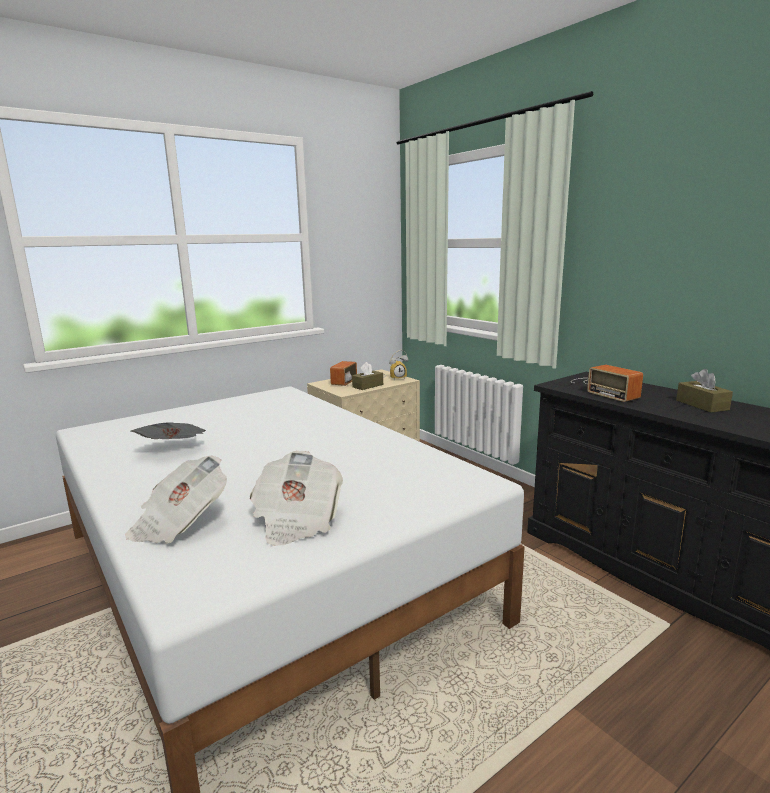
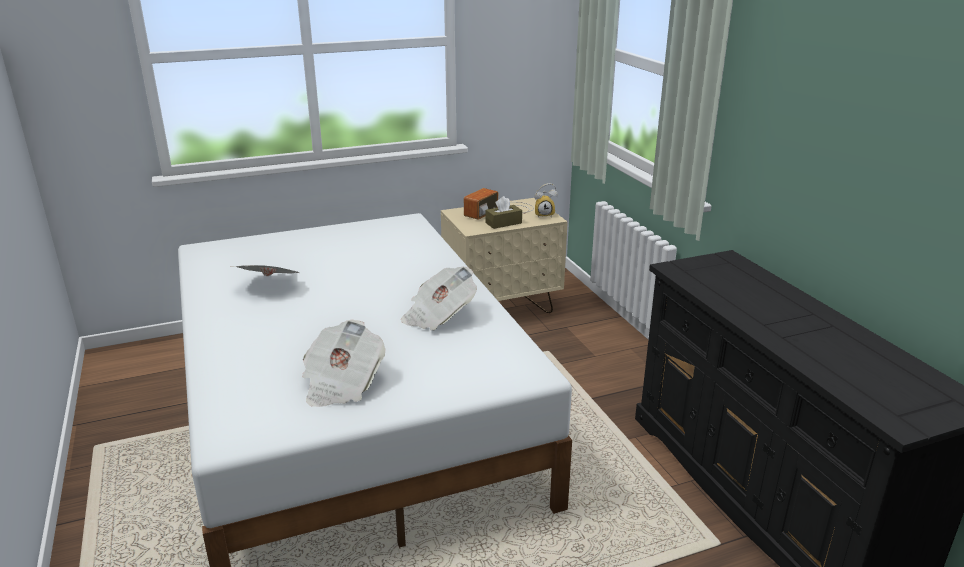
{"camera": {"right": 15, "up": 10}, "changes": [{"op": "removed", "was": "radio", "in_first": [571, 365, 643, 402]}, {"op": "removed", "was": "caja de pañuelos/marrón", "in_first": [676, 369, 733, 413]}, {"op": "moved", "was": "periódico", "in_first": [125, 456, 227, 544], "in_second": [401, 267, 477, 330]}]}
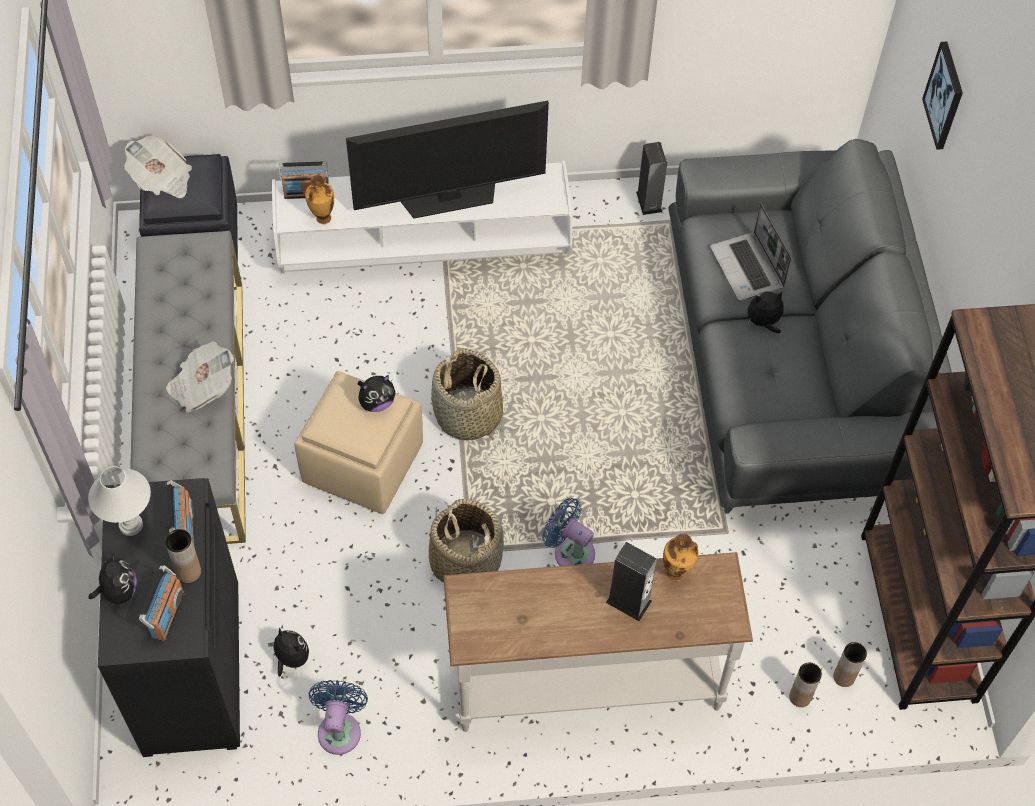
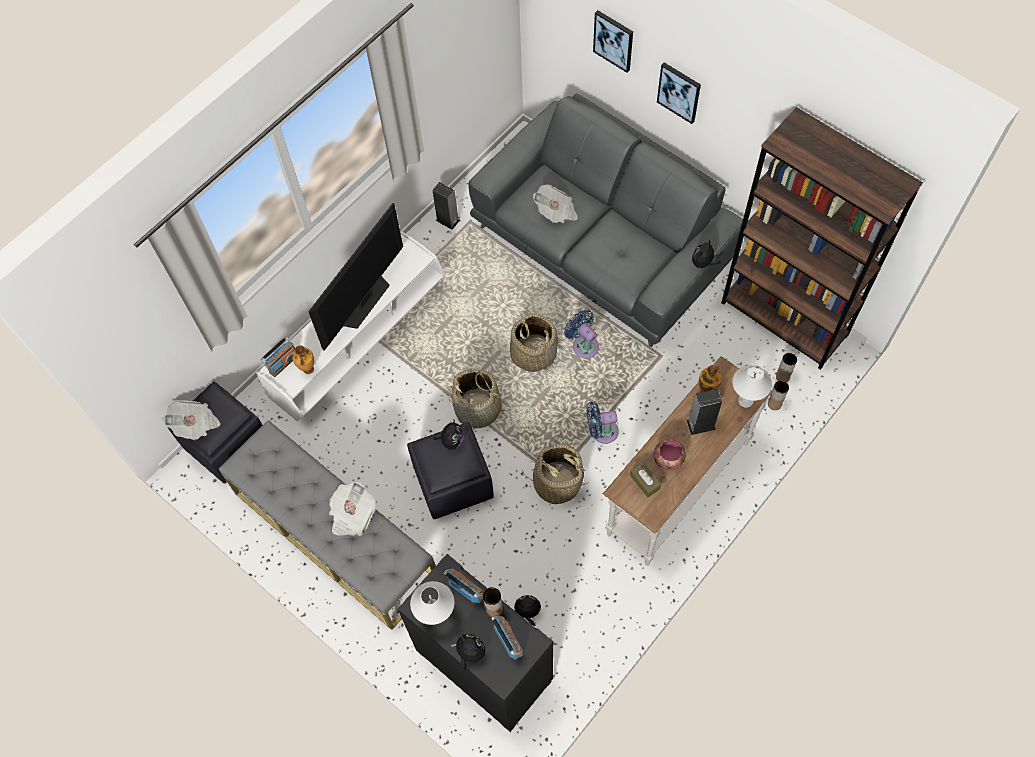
{"camera": {"right": -40, "up": 5}, "changes": [{"op": "added", "now": "cesta", "in_second": [510, 313, 558, 372]}, {"op": "added", "now": "caja de pañuelos/marrón", "in_second": [630, 462, 661, 497]}, {"op": "added", "now": "cuenco", "in_second": [654, 439, 686, 470]}, {"op": "added", "now": "cuadro", "in_second": [657, 62, 701, 124]}, {"op": "added", "now": "lámpara de mesa/blanco", "in_second": [732, 365, 772, 408]}, {"op": "moved", "was": "ventilador/azul", "in_first": [309, 680, 368, 755], "in_second": [564, 310, 599, 358]}, {"op": "moved", "was": "peluche", "in_first": [747, 291, 783, 333], "in_second": [692, 239, 721, 272]}, {"op": "replaced", "was": "portátil", "now": "periódico", "in_first": [710, 204, 792, 301], "in_second": [533, 185, 578, 223]}, {"op": "recoloured", "was": "puf/beis", "now": "puf/negro", "in_first": [294, 371, 423, 514], "in_second": [407, 422, 494, 519]}]}
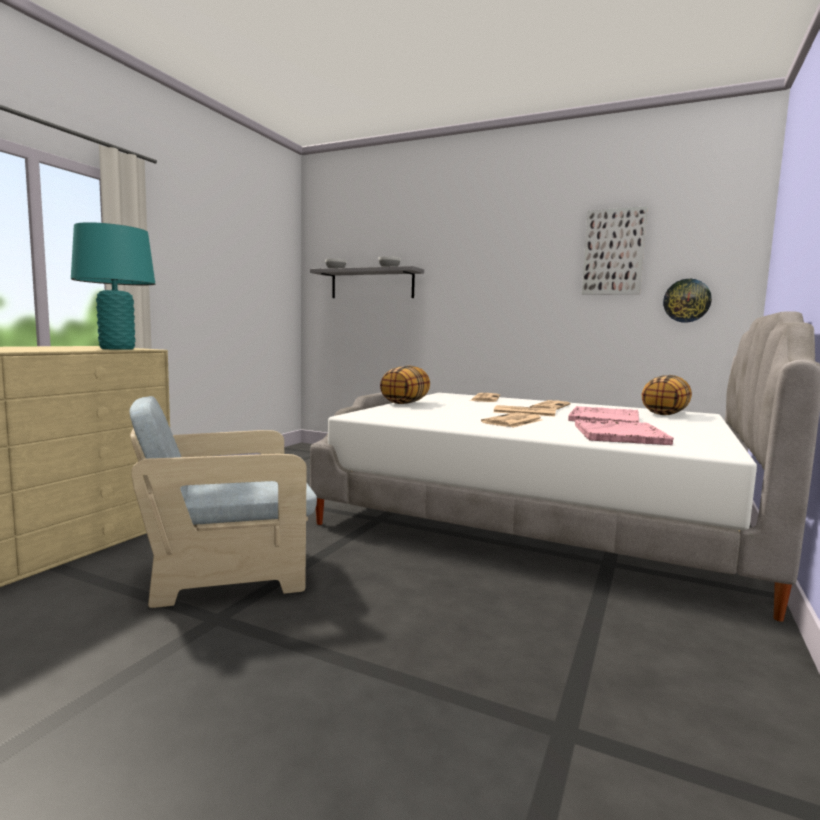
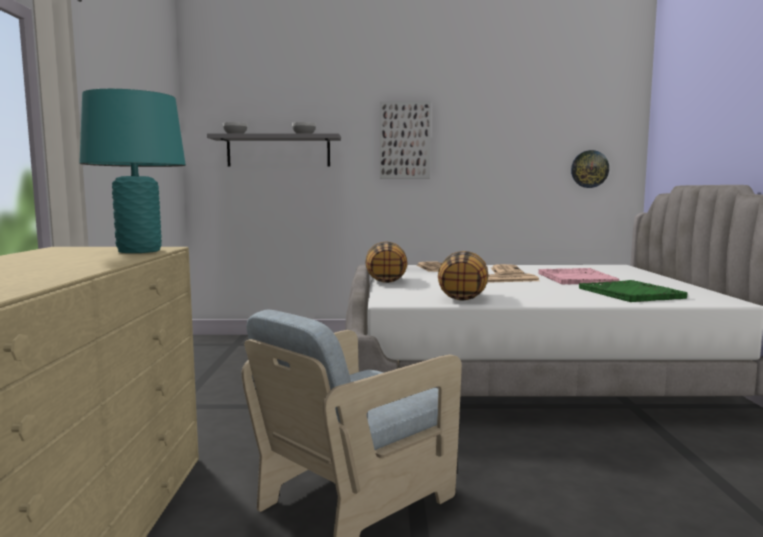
{"camera": {"right": -25, "up": 0}, "changes": [{"op": "removed", "was": "periódico", "in_first": [481, 412, 542, 427]}, {"op": "moved", "was": "cuadro", "in_first": [582, 206, 648, 295], "in_second": [380, 102, 431, 179]}, {"op": "moved", "was": "cojín", "in_first": [641, 375, 692, 415], "in_second": [438, 251, 489, 301]}, {"op": "recoloured", "was": "bandeja/rosa", "now": "bandeja/verde", "in_first": [575, 420, 674, 445], "in_second": [579, 280, 688, 302]}]}
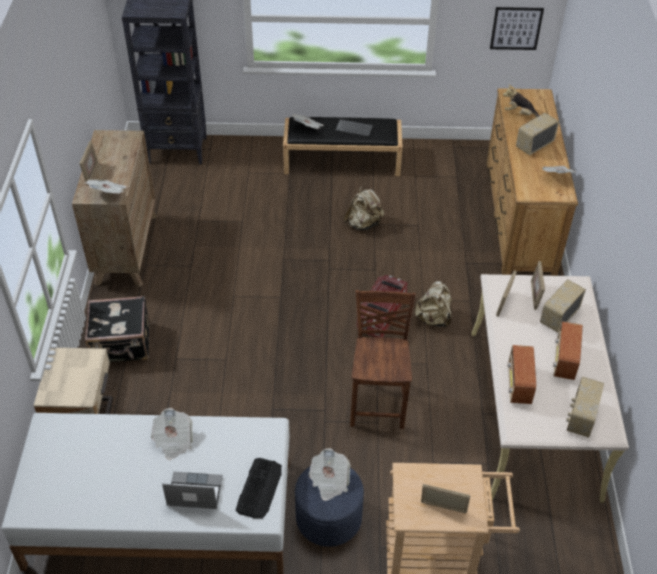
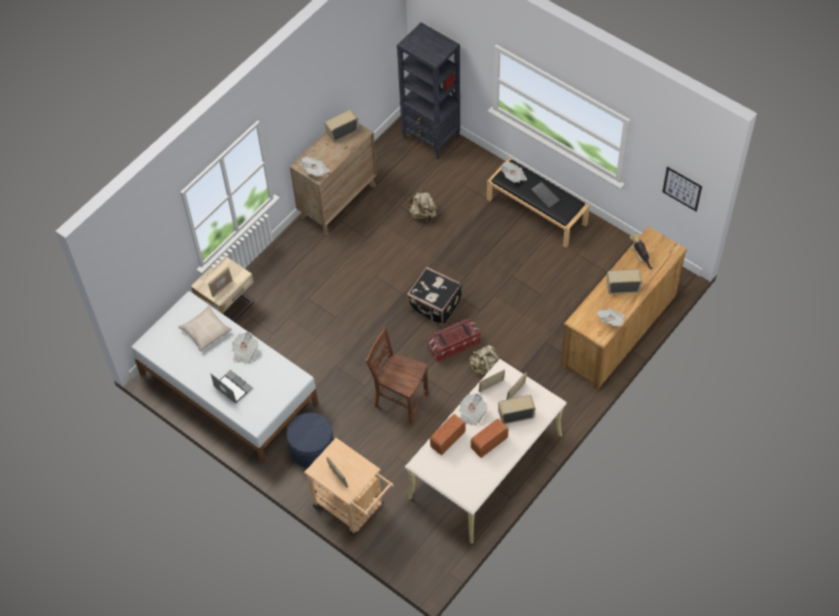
{"camera": {"right": 40, "up": 10}, "changes": [{"op": "removed", "was": "teclado", "in_first": [236, 458, 282, 519]}, {"op": "added", "now": "cojín/beis", "in_second": [178, 305, 232, 351]}, {"op": "moved", "was": "portarretratos", "in_first": [79, 141, 99, 186], "in_second": [208, 267, 233, 297]}, {"op": "moved", "was": "maleta/negro", "in_first": [85, 296, 150, 362], "in_second": [407, 267, 462, 326]}, {"op": "moved", "was": "periódico", "in_first": [309, 448, 350, 501], "in_second": [459, 393, 487, 426]}, {"op": "moved", "was": "mochila/beis", "in_first": [344, 186, 384, 230], "in_second": [407, 189, 437, 222]}, {"op": "moved", "was": "radio", "in_first": [566, 377, 604, 438], "in_second": [325, 109, 359, 142]}, {"op": "turned", "was": "silla/marrón", "in_first": [350, 290, 416, 429], "in_second": [366, 327, 429, 425], "clockwise": -105}]}
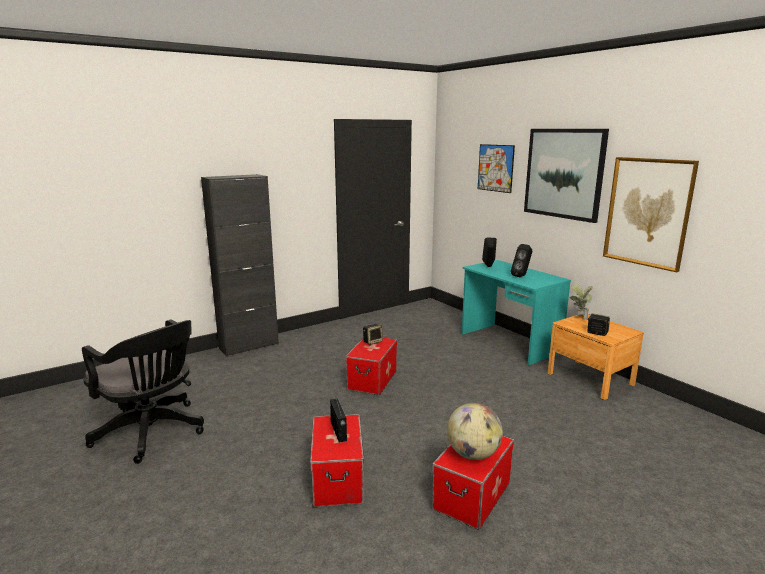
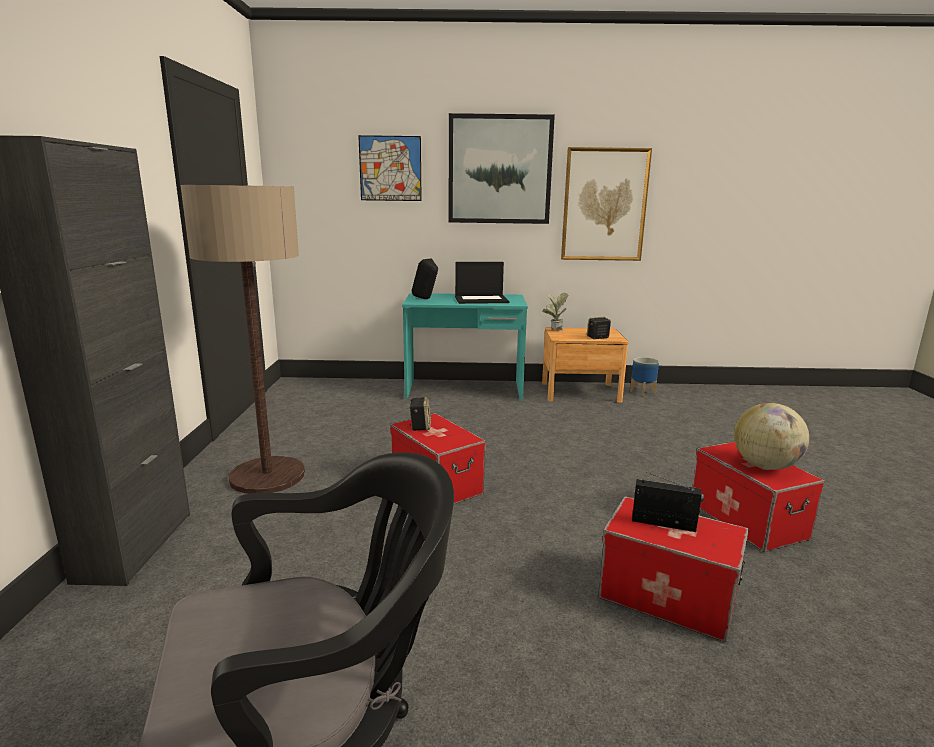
{"camera": {"right": -55, "up": 0}, "changes": [{"op": "added", "now": "lámpara de pie", "in_second": [181, 185, 305, 494]}, {"op": "added", "now": "maceta", "in_second": [630, 357, 659, 396]}, {"op": "replaced", "was": "altavoz/negro", "now": "portátil", "in_first": [511, 244, 532, 277], "in_second": [455, 262, 509, 304]}]}
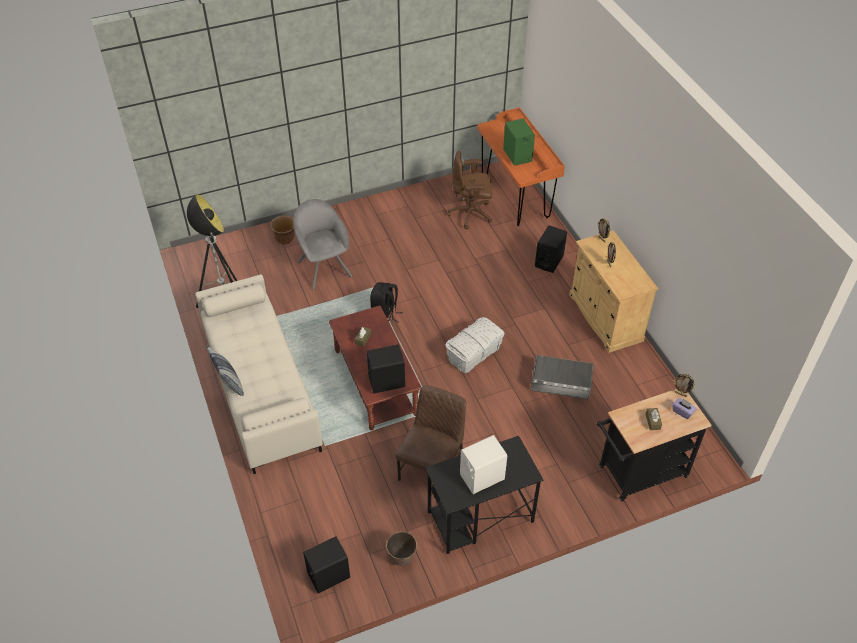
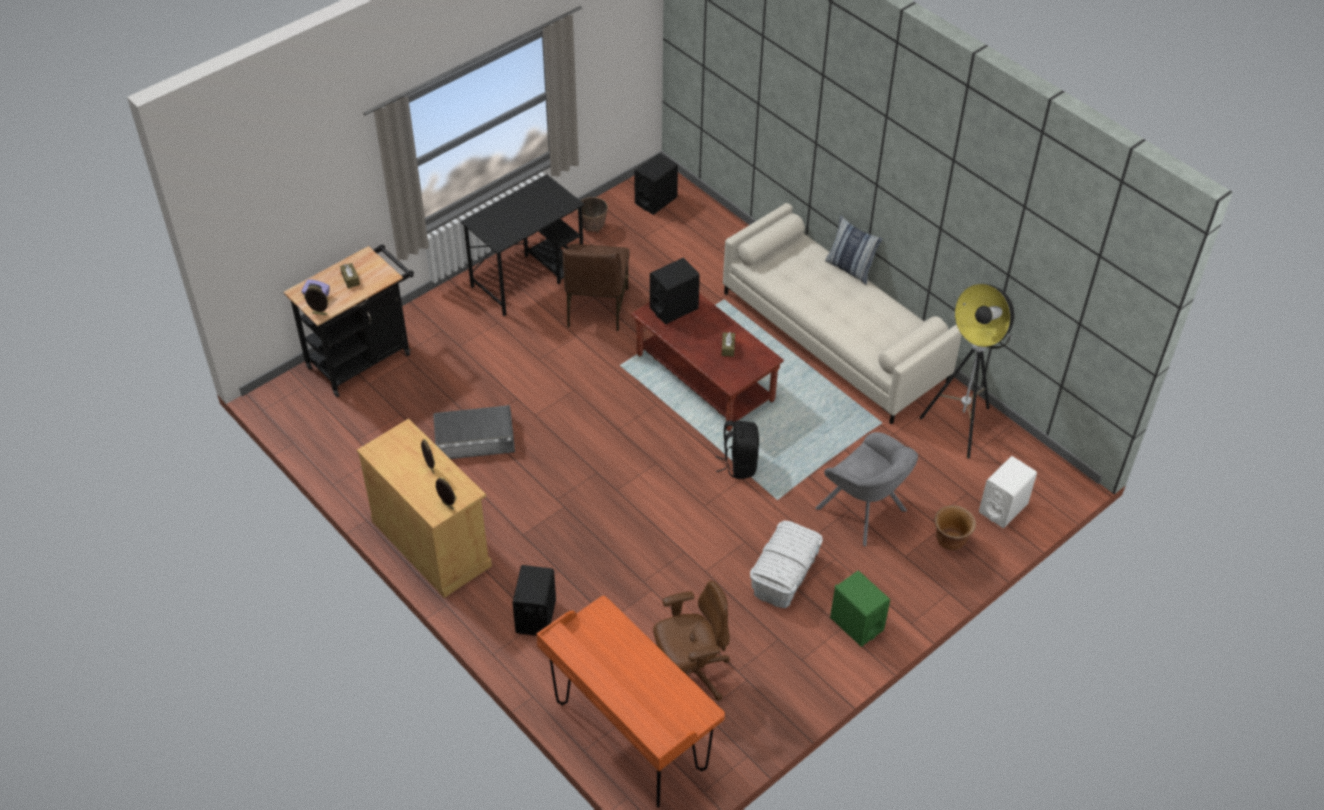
{"camera": {"right": 160, "up": 0}, "changes": [{"op": "moved", "was": "caja de almacenaje/blanco", "in_first": [445, 317, 505, 373], "in_second": [750, 520, 823, 608]}, {"op": "moved", "was": "altavoz/blanco", "in_first": [460, 435, 507, 494], "in_second": [979, 456, 1037, 528]}, {"op": "moved", "was": "altavoz/verde", "in_first": [503, 119, 535, 166], "in_second": [830, 570, 890, 647]}]}
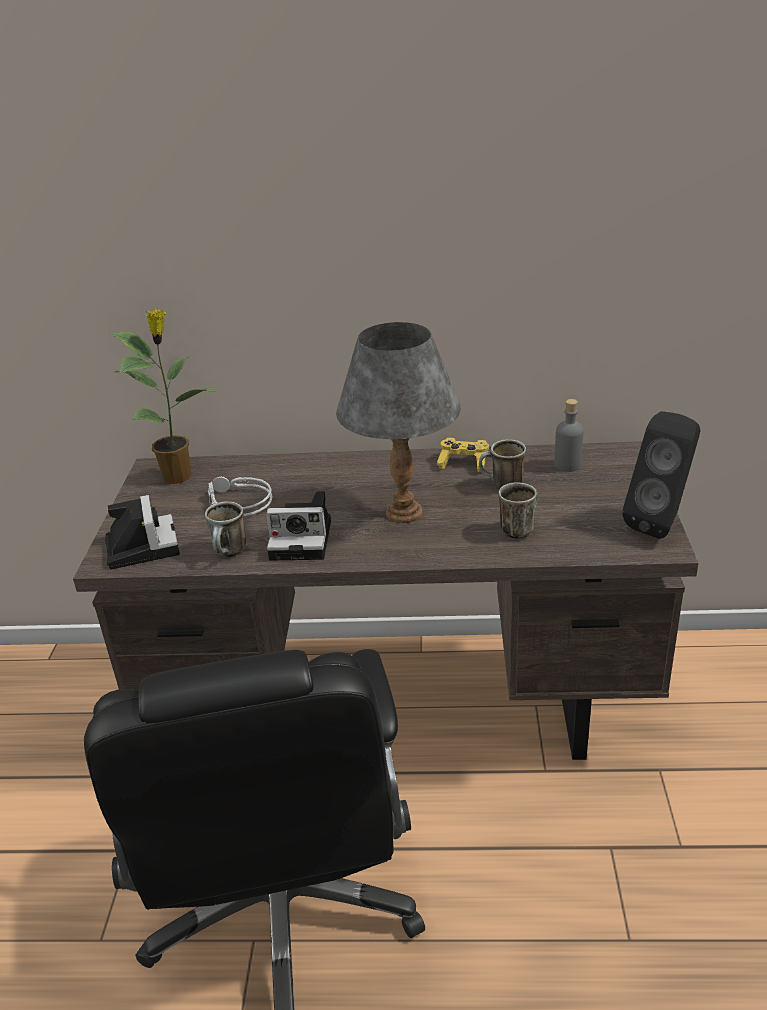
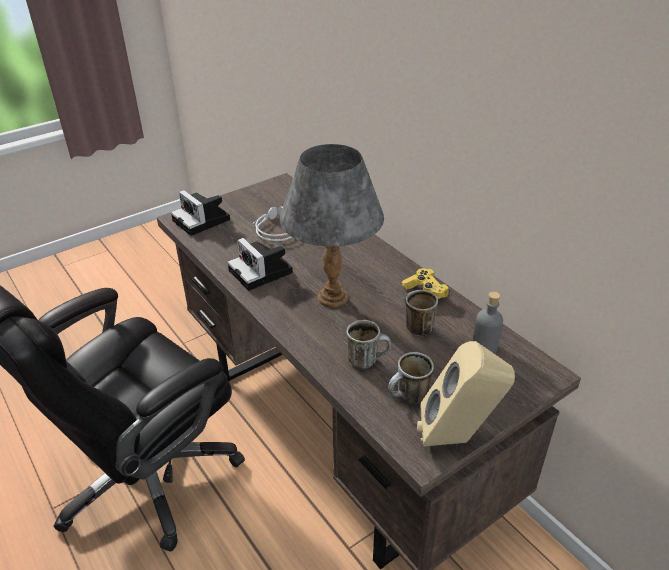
{"camera": {"right": 50, "up": 5}, "changes": [{"op": "removed", "was": "planta en maceta", "in_first": [110, 309, 216, 484]}, {"op": "moved", "was": "taza grande", "in_first": [205, 501, 246, 557], "in_second": [388, 352, 434, 404]}, {"op": "recoloured", "was": "altavoz/negro", "now": "altavoz/beis", "in_first": [622, 411, 701, 539], "in_second": [417, 341, 515, 447]}, {"op": "turned", "was": "cámara", "in_first": [105, 495, 180, 570], "in_second": [171, 190, 230, 236], "clockwise": 105}]}
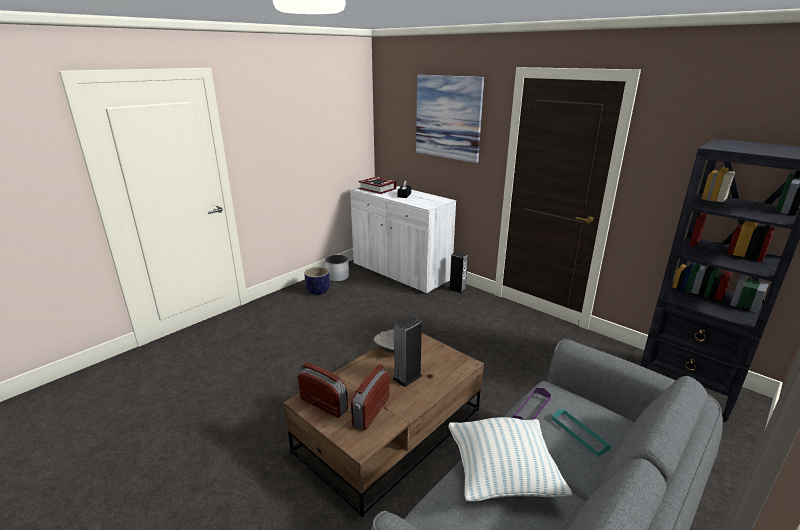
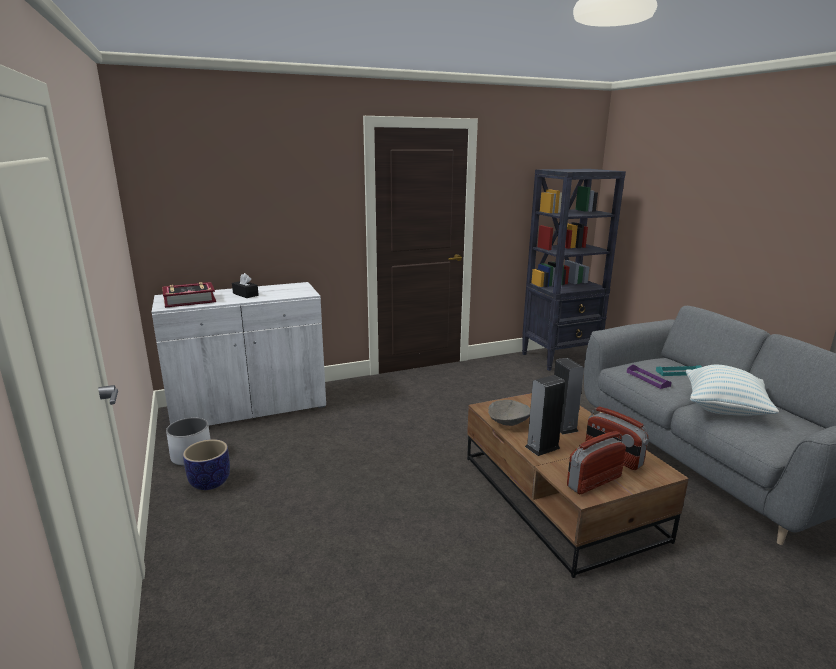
{"camera": {"right": -65, "up": -5}, "changes": [{"op": "removed", "was": "cuadro", "in_first": [416, 75, 484, 163]}, {"op": "moved", "was": "altavoz", "in_first": [448, 252, 468, 294], "in_second": [525, 375, 565, 456]}]}
